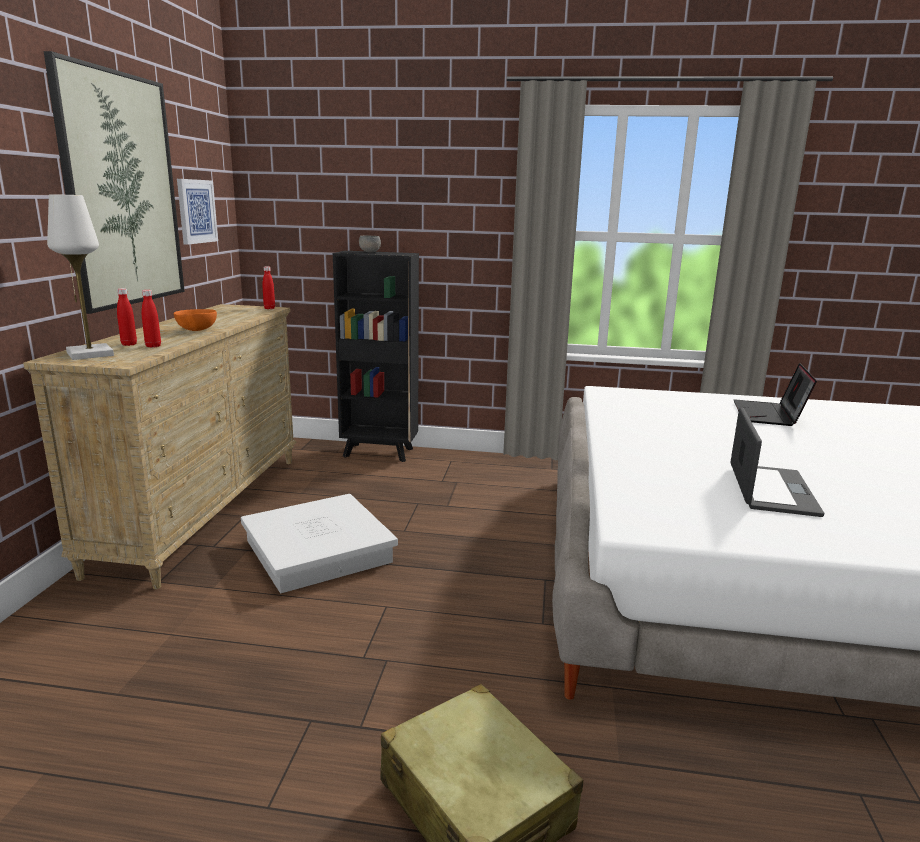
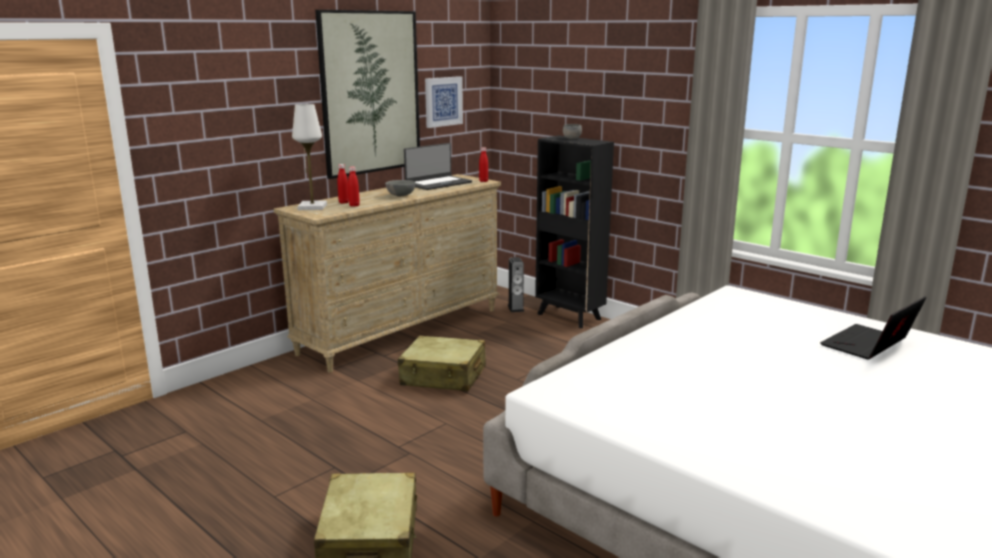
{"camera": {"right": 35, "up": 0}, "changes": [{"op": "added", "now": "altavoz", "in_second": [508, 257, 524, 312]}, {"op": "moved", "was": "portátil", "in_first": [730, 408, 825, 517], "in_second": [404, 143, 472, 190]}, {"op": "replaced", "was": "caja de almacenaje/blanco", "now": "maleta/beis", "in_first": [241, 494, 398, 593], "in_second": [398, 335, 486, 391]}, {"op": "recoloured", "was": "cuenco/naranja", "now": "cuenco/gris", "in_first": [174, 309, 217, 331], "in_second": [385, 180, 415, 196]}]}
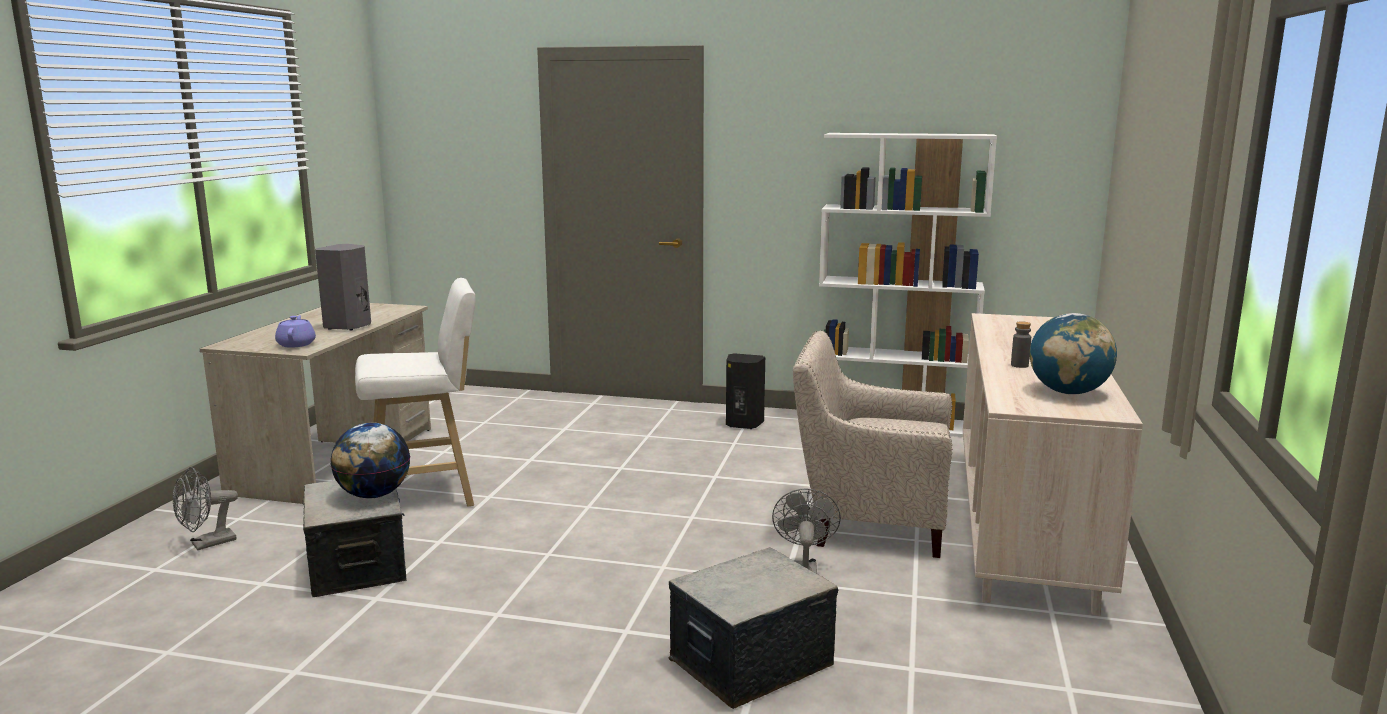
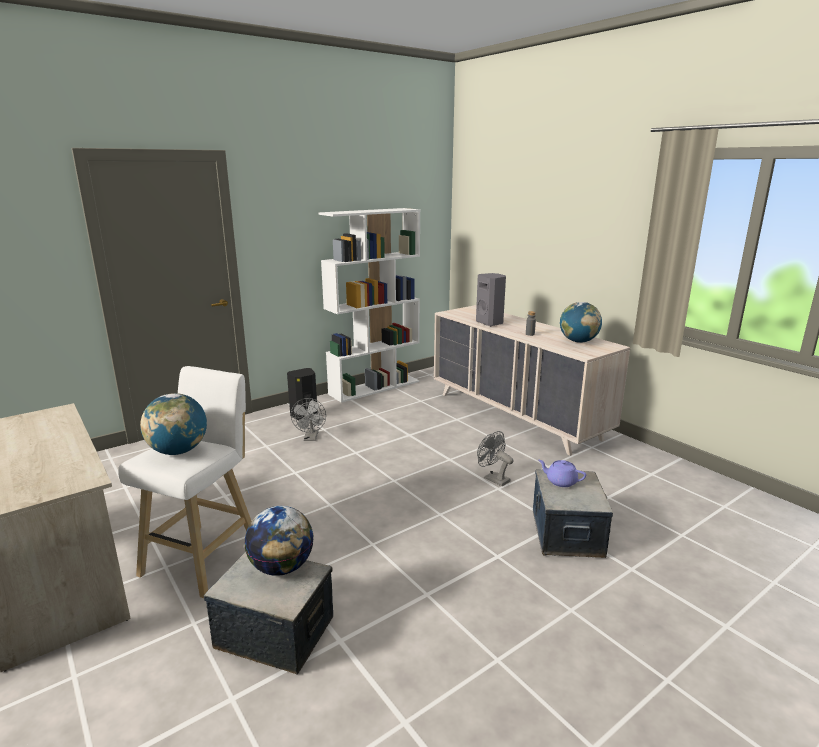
{"camera": {"right": -50, "up": 5}, "changes": [{"op": "removed", "was": "sillón/beis", "in_first": [793, 330, 952, 558]}, {"op": "added", "now": "globo terráqueo", "in_second": [140, 393, 207, 455]}, {"op": "moved", "was": "ventilador/gris", "in_first": [173, 467, 238, 550], "in_second": [291, 398, 326, 441]}, {"op": "moved", "was": "tetera/morado", "in_first": [275, 315, 316, 348], "in_second": [538, 460, 586, 487]}, {"op": "moved", "was": "altavoz/gris", "in_first": [315, 244, 371, 331], "in_second": [476, 273, 506, 326]}]}
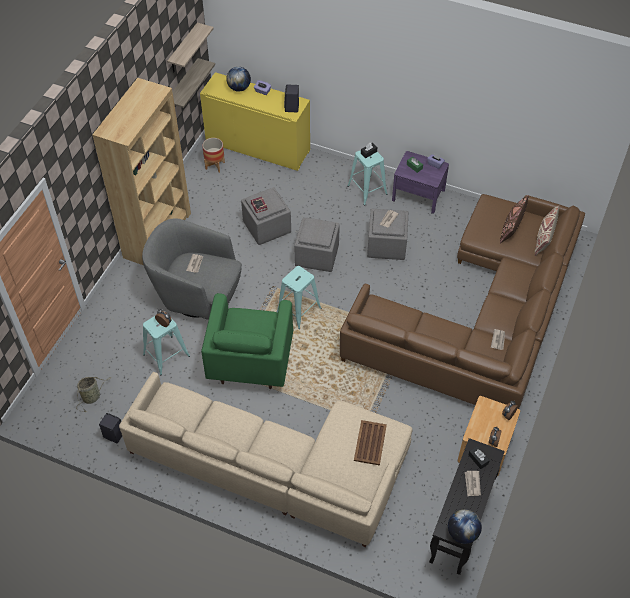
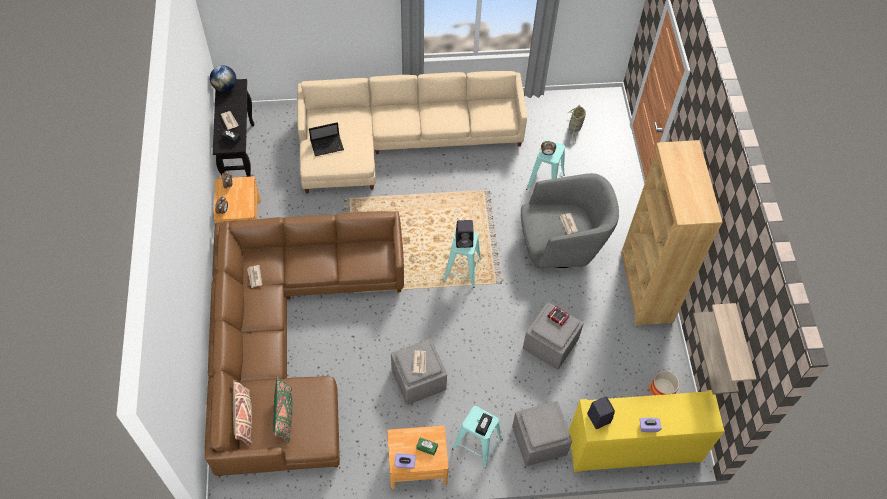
{"camera": {"right": 150, "up": 5}, "changes": [{"op": "removed", "was": "sillón/verde", "in_first": [201, 293, 293, 389]}, {"op": "removed", "was": "globo terráqueo", "in_first": [226, 67, 251, 92]}, {"op": "moved", "was": "altavoz/negro", "in_first": [99, 413, 122, 443], "in_second": [456, 220, 474, 248]}, {"op": "moved", "was": "puf/gris", "in_first": [294, 217, 340, 272], "in_second": [512, 401, 572, 466]}, {"op": "replaced", "was": "bandeja/marrón", "now": "portátil", "in_first": [354, 420, 387, 465], "in_second": [309, 122, 344, 156]}, {"op": "recoloured", "was": "mesita de noche/morado", "now": "mesita de noche/marrón", "in_first": [392, 151, 449, 214], "in_second": [387, 426, 449, 489]}, {"op": "recoloured", "was": "cojín/marrón", "now": "cojín/verde", "in_first": [500, 195, 529, 244], "in_second": [273, 376, 292, 444]}]}
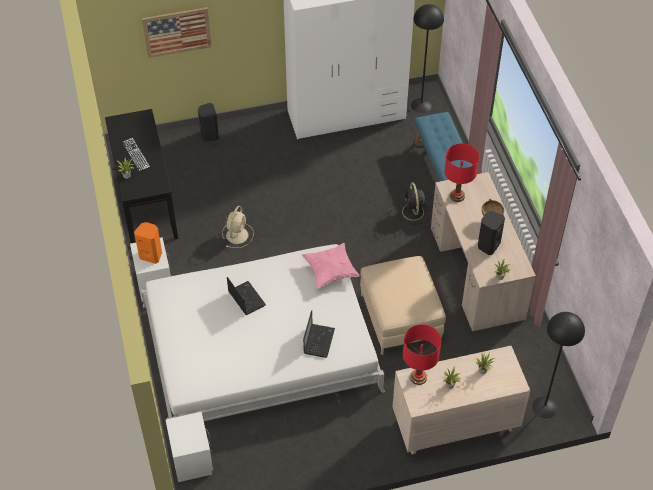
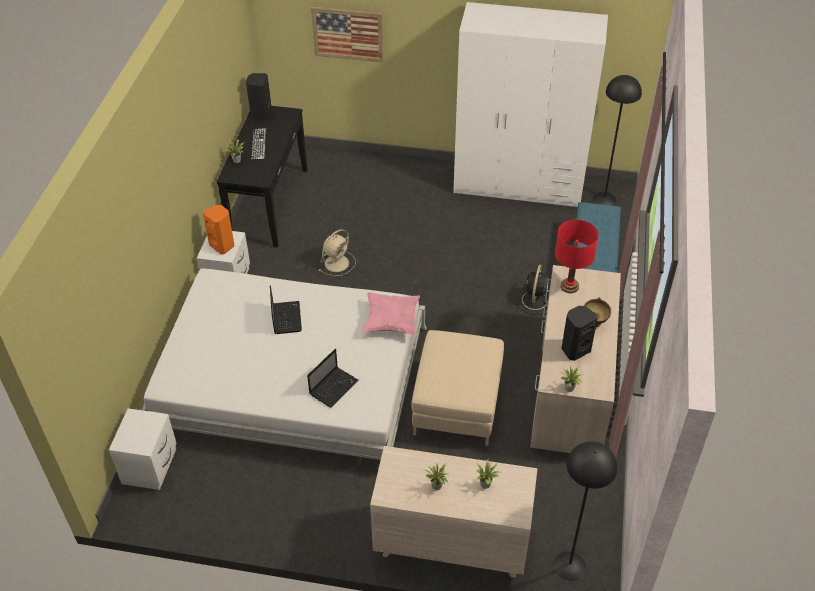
{"camera": {"right": 25, "up": -5}, "changes": [{"op": "removed", "was": "lámpara de mesa/rojo", "in_first": [403, 324, 441, 385]}, {"op": "moved", "was": "altavoz/negro", "in_first": [198, 103, 219, 141], "in_second": [246, 73, 272, 119]}]}
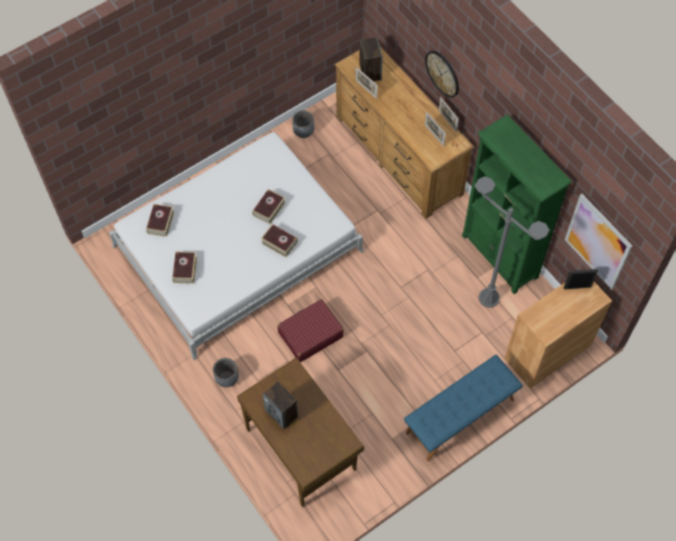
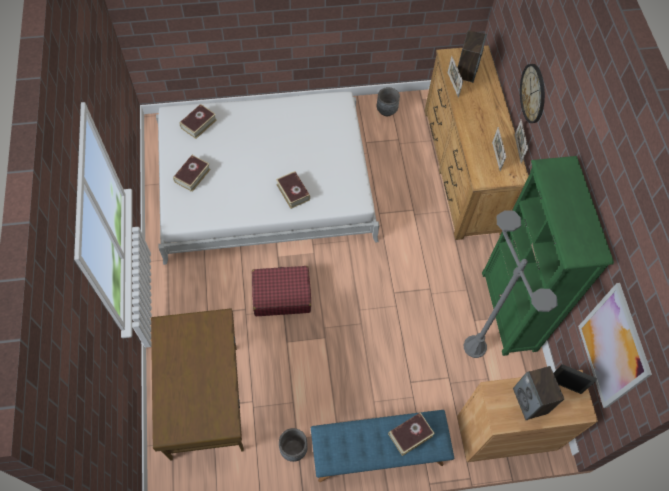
{"camera": {"right": 25, "up": 0}, "changes": [{"op": "moved", "was": "maceta/gris", "in_first": [213, 358, 239, 387], "in_second": [279, 428, 308, 462]}, {"op": "moved", "was": "libro", "in_first": [252, 189, 285, 224], "in_second": [388, 412, 435, 456]}, {"op": "moved", "was": "altavoz", "in_first": [262, 382, 298, 429], "in_second": [513, 366, 564, 420]}]}
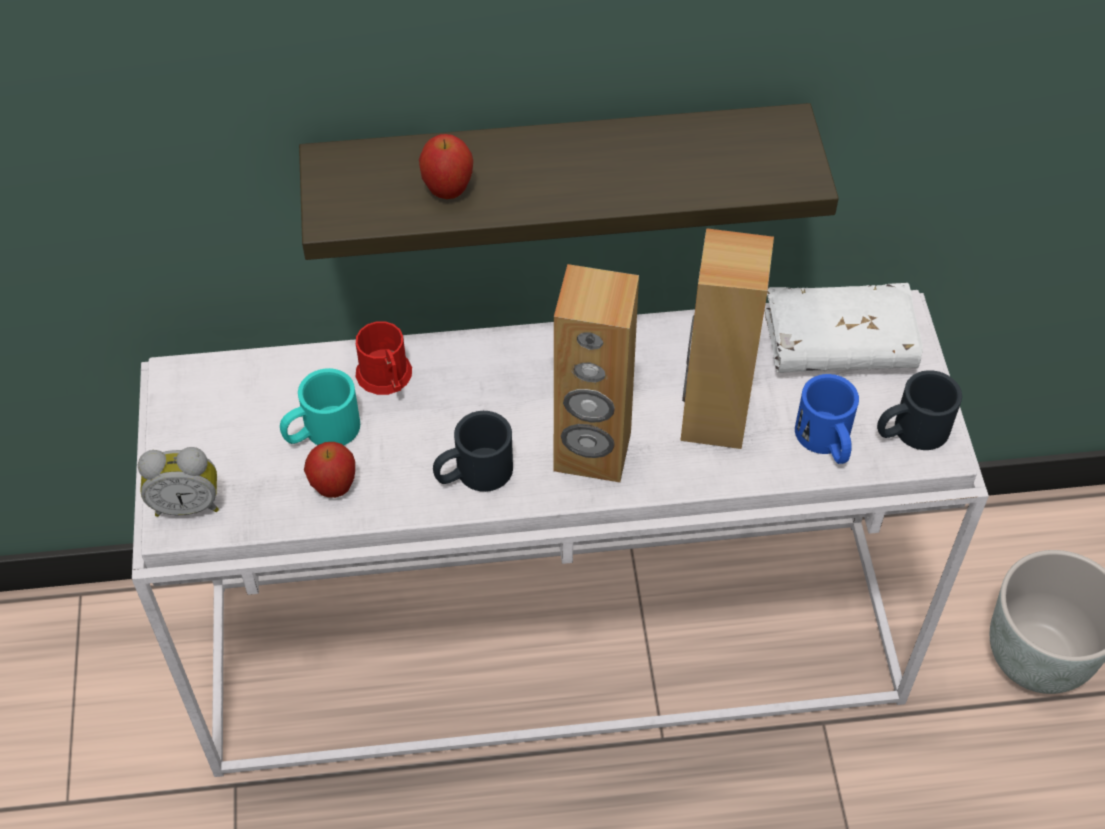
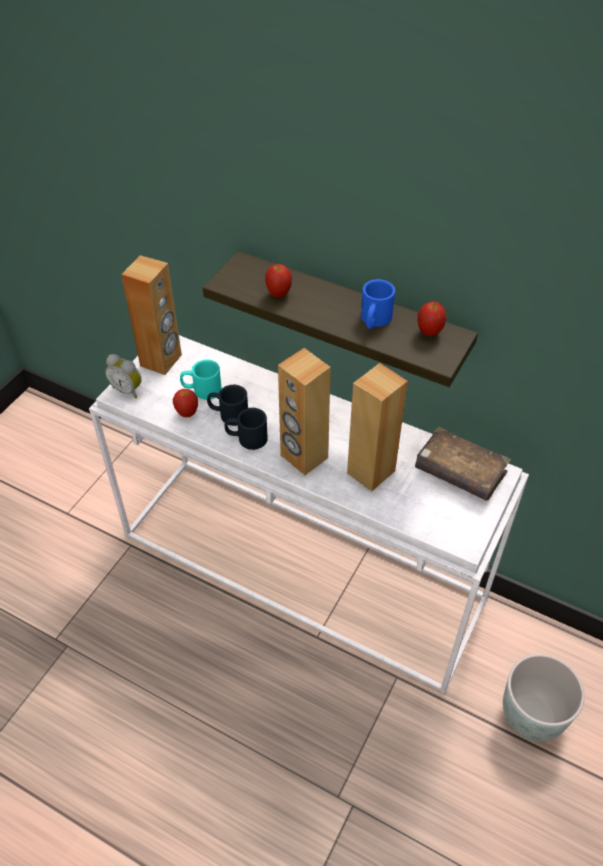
{"camera": {"right": 35, "up": -5}, "changes": [{"op": "removed", "was": "taza grande/rojo", "in_first": [356, 321, 412, 395]}, {"op": "added", "now": "altavoz/marrón", "in_second": [121, 255, 182, 375]}, {"op": "added", "now": "manzana", "in_second": [418, 301, 446, 336]}, {"op": "moved", "was": "taza grande/azul", "in_first": [795, 374, 859, 464], "in_second": [361, 279, 395, 329]}, {"op": "moved", "was": "taza grande/negro", "in_first": [877, 370, 962, 450], "in_second": [207, 385, 248, 426]}, {"op": "recoloured", "was": "libro/blanco", "now": "libro/marrón", "in_first": [765, 283, 923, 373], "in_second": [415, 427, 511, 501]}]}
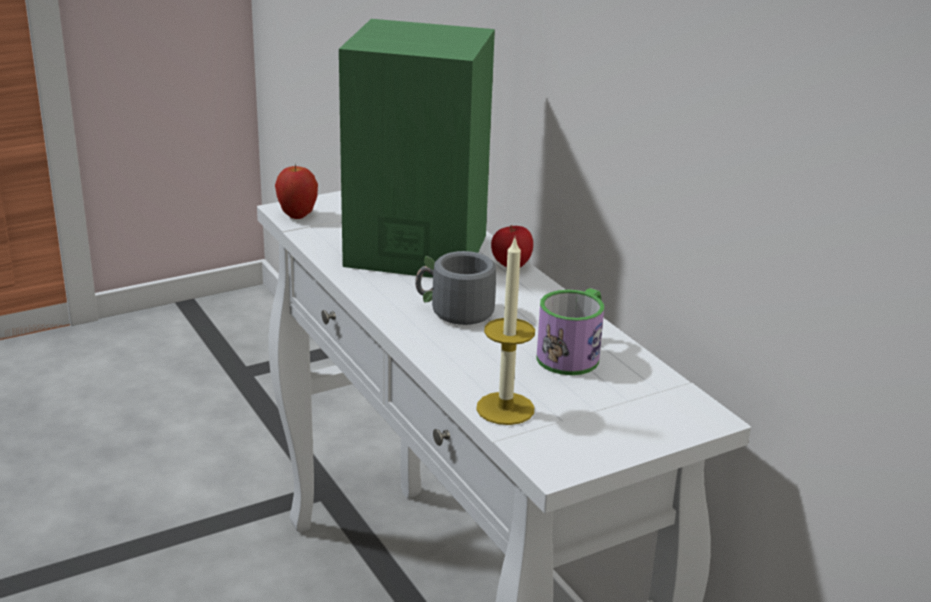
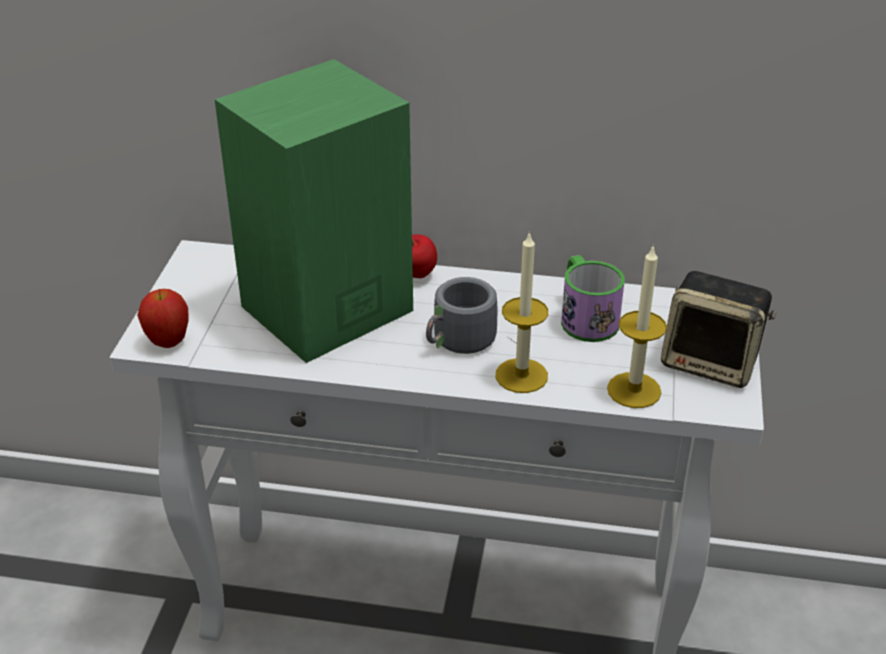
{"camera": {"right": -50, "up": 10}, "changes": [{"op": "added", "now": "vela", "in_second": [496, 231, 548, 393]}, {"op": "added", "now": "altavoz", "in_second": [661, 271, 776, 388]}]}
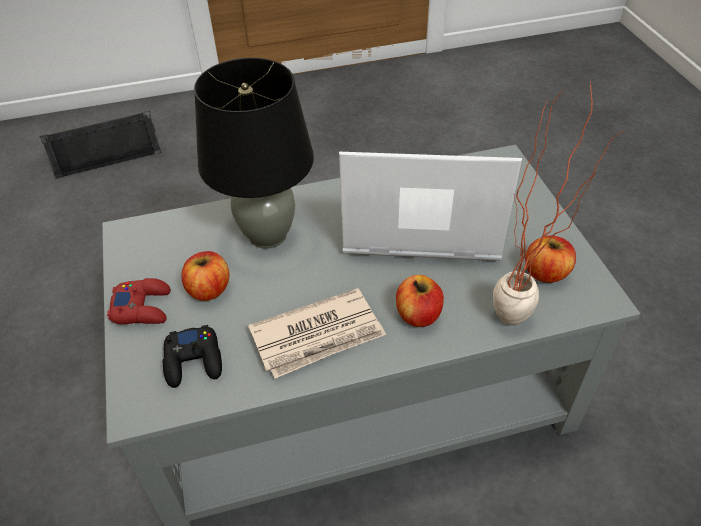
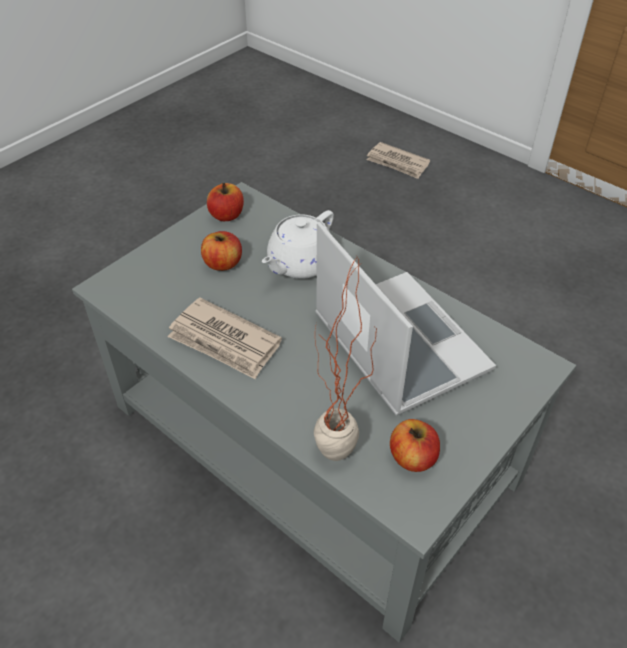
{"camera": {"right": 55, "up": 0}, "changes": [{"op": "removed", "was": "mando de consola/rojo", "in_first": [107, 278, 171, 324]}, {"op": "removed", "was": "mando de consola/negro", "in_first": [163, 325, 222, 388]}, {"op": "moved", "was": "manzana", "in_first": [396, 275, 444, 327], "in_second": [207, 183, 244, 221]}, {"op": "replaced", "was": "altavoz/negro", "now": "periódico", "in_first": [40, 111, 161, 179], "in_second": [367, 142, 430, 179]}, {"op": "replaced", "was": "lámpara de mesa/negro", "now": "tetera/blanco", "in_first": [194, 58, 314, 249], "in_second": [262, 210, 334, 279]}]}
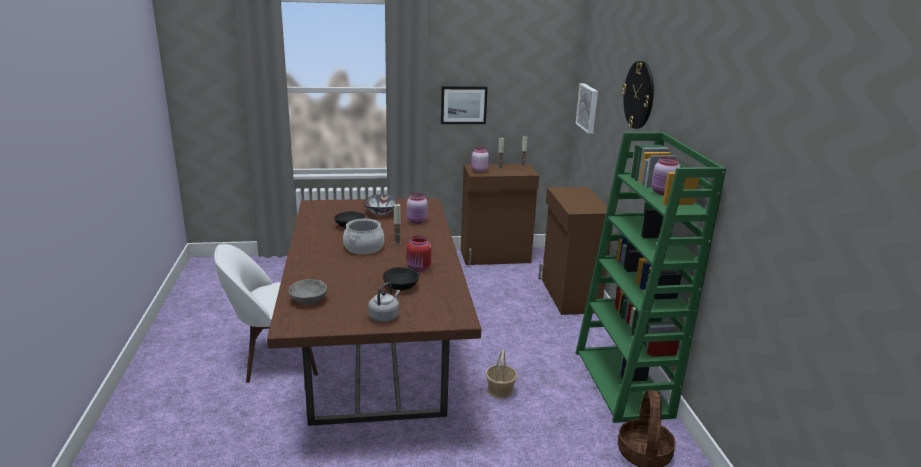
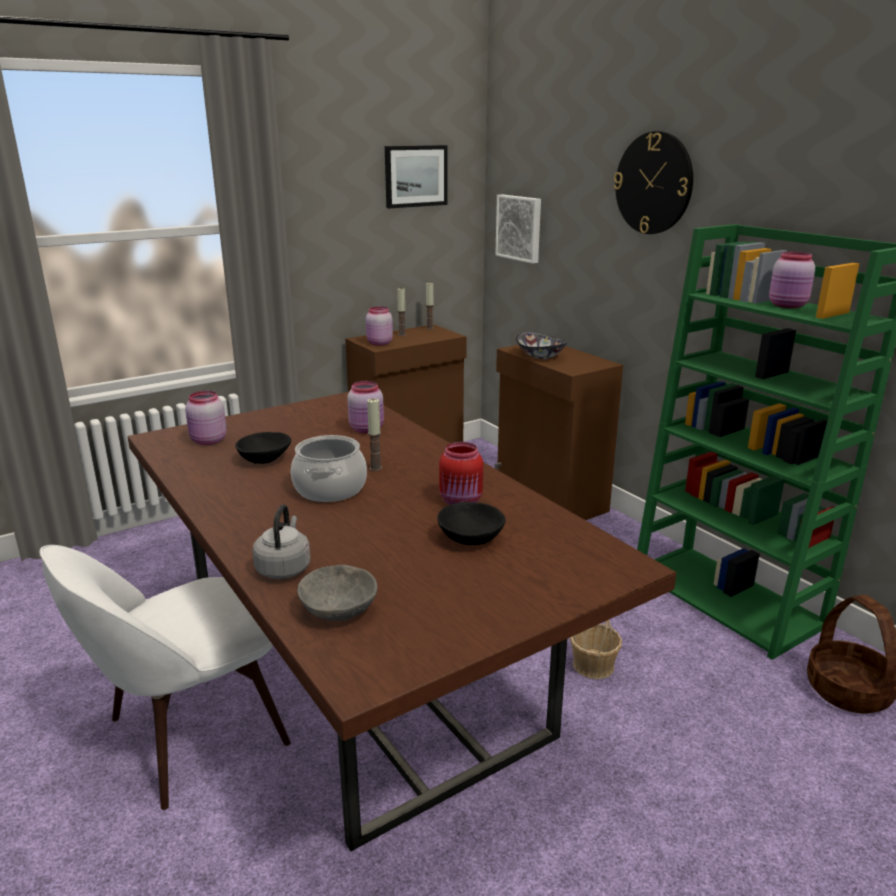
{"camera": {"right": -25, "up": 0}, "changes": [{"op": "added", "now": "tarro/rosa", "in_second": [185, 391, 227, 445]}, {"op": "moved", "was": "cuenco", "in_first": [364, 194, 398, 216], "in_second": [516, 332, 567, 359]}, {"op": "moved", "was": "hervidor/gris", "in_first": [368, 282, 400, 322], "in_second": [252, 504, 310, 579]}, {"op": "moved", "was": "cuadro", "in_first": [441, 86, 488, 124], "in_second": [385, 145, 448, 208]}]}
